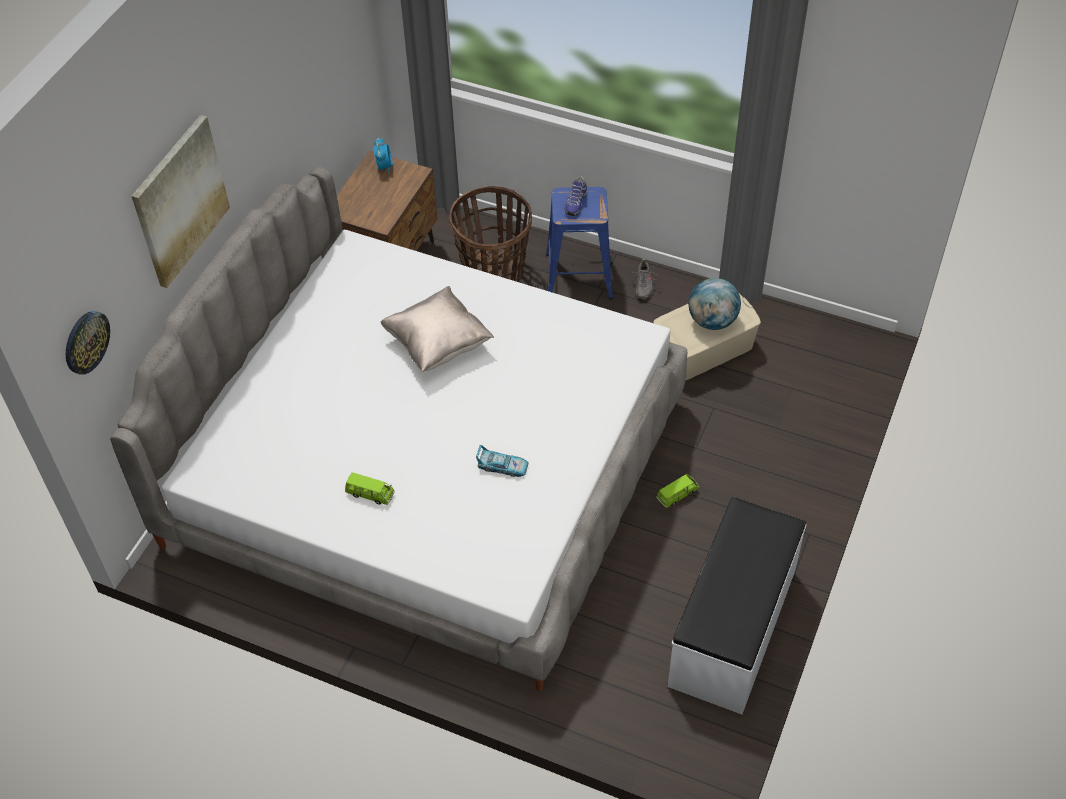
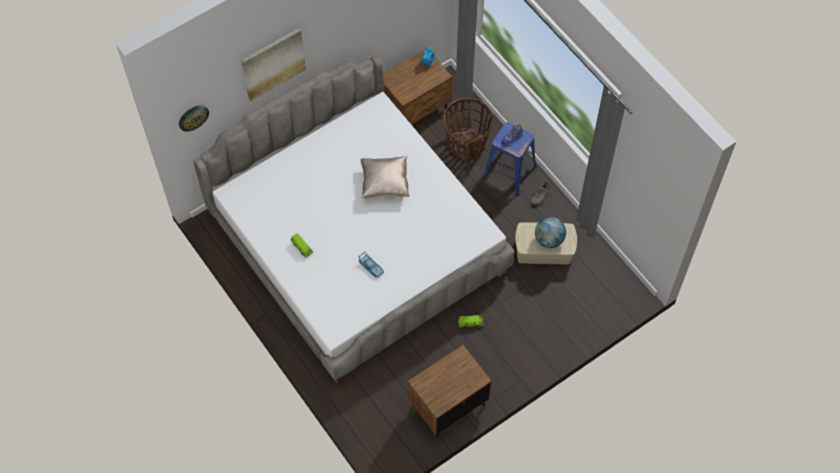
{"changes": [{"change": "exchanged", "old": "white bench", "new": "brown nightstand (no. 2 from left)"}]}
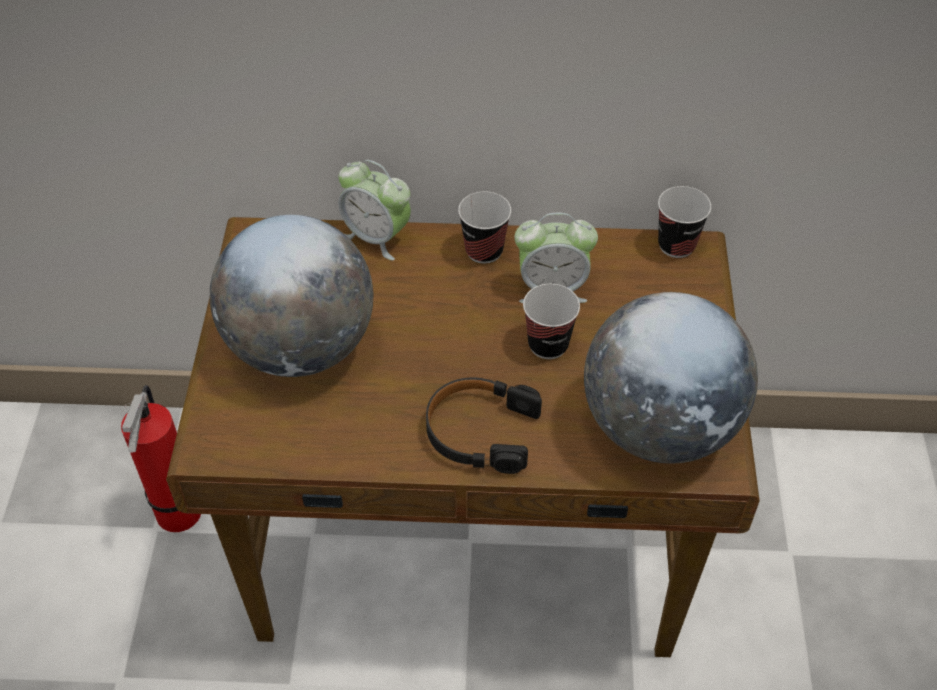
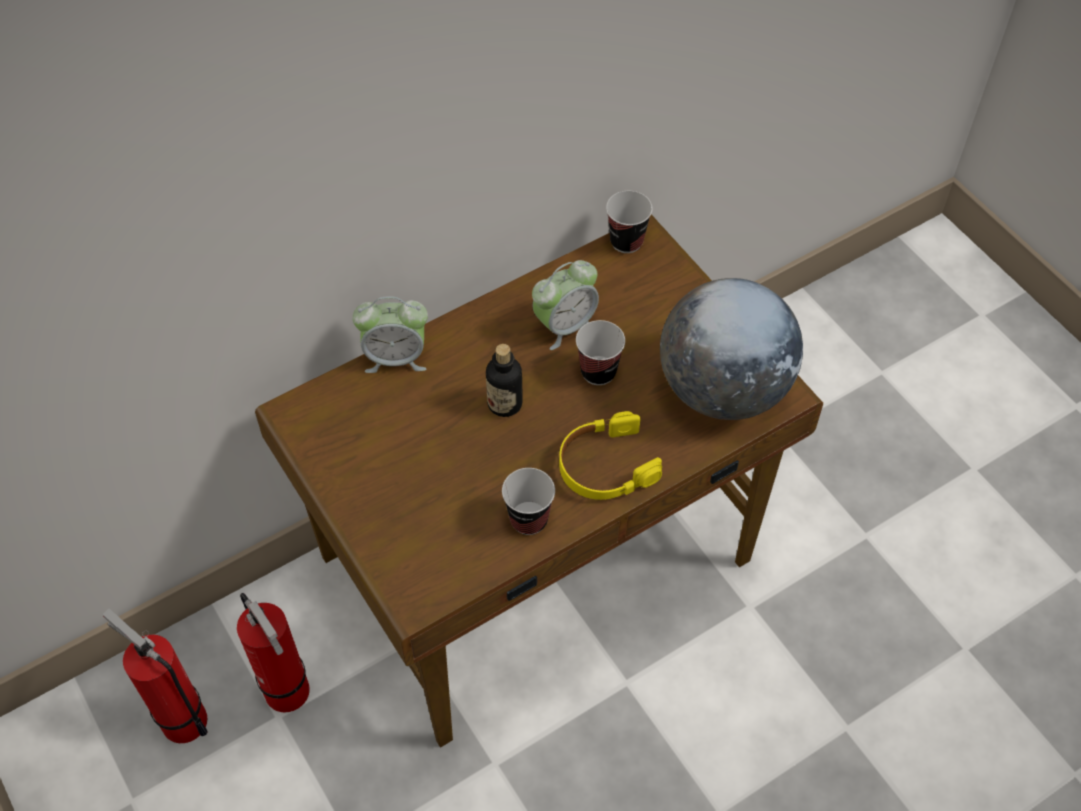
{"changes": [{"change": "missing", "old": "globe (no. 1 from left)"}, {"change": "appeared", "new": "fire extinguisher (no. 1 from left)"}, {"change": "appeared", "new": "bottle"}, {"change": "relocated", "old": "cup (no. 1 from left)"}, {"change": "colour", "old": "black headphones", "new": "yellow headphones"}]}
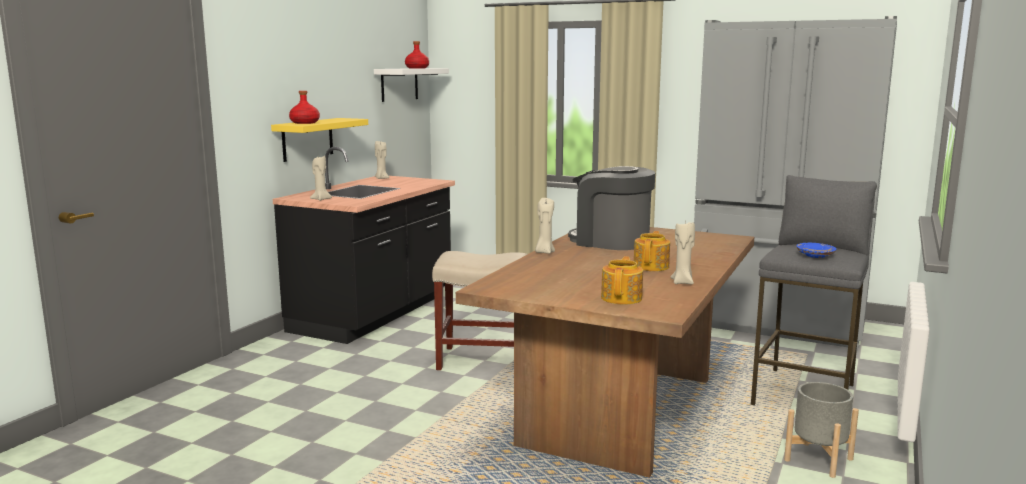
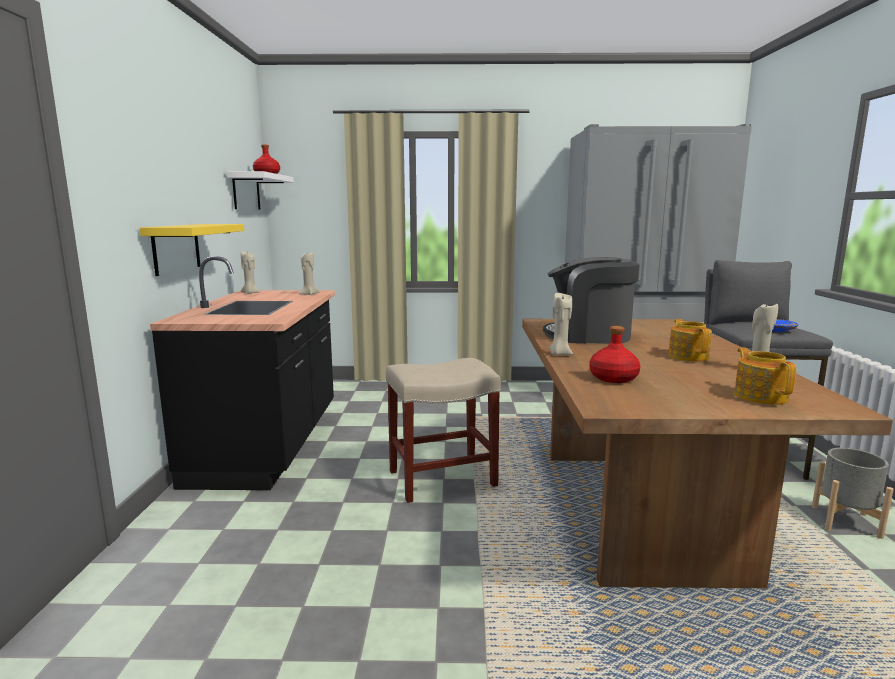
{"changes": [{"change": "relocated", "old": "red bottle (no. 1 from left in the first image)", "new": "red bottle (no. 2 from left)"}, {"change": "relocated", "old": "beige candle (no. 1 from left in the first image)", "new": "beige candle (no. 2 from left)"}]}
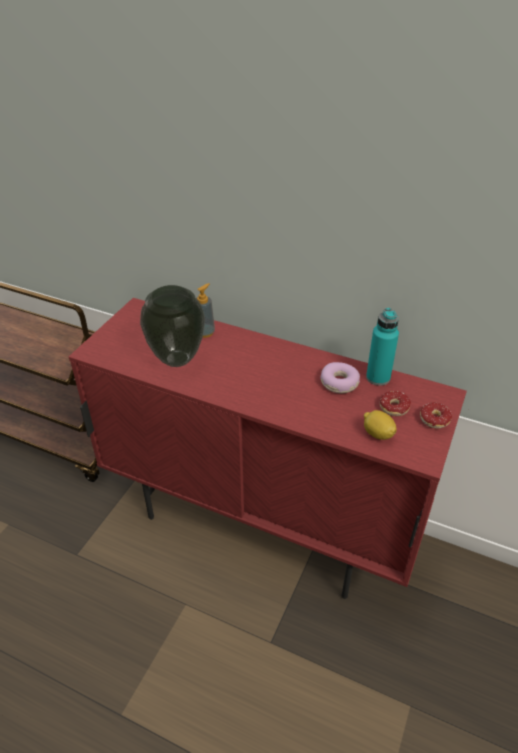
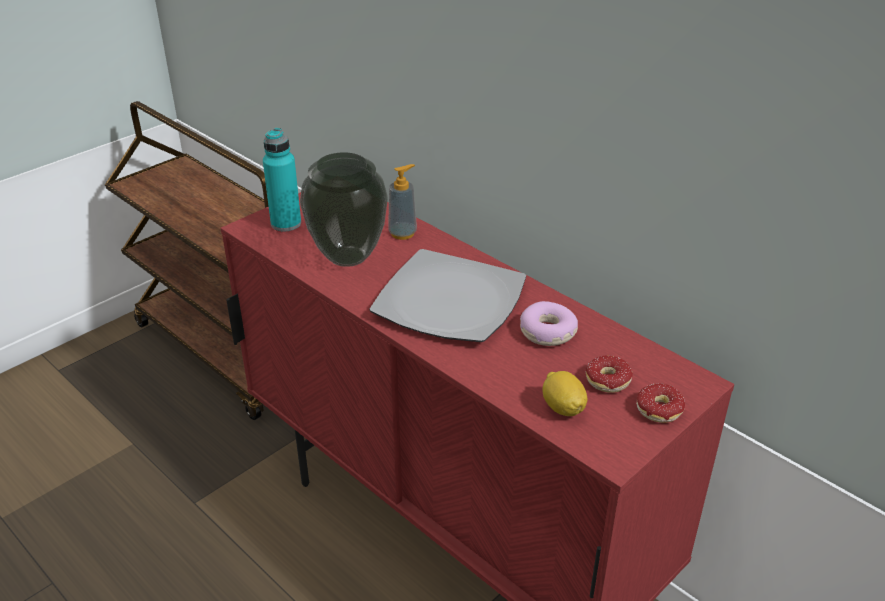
{"changes": [{"change": "appeared", "new": "plate"}, {"change": "relocated", "old": "turquoise bottle"}]}
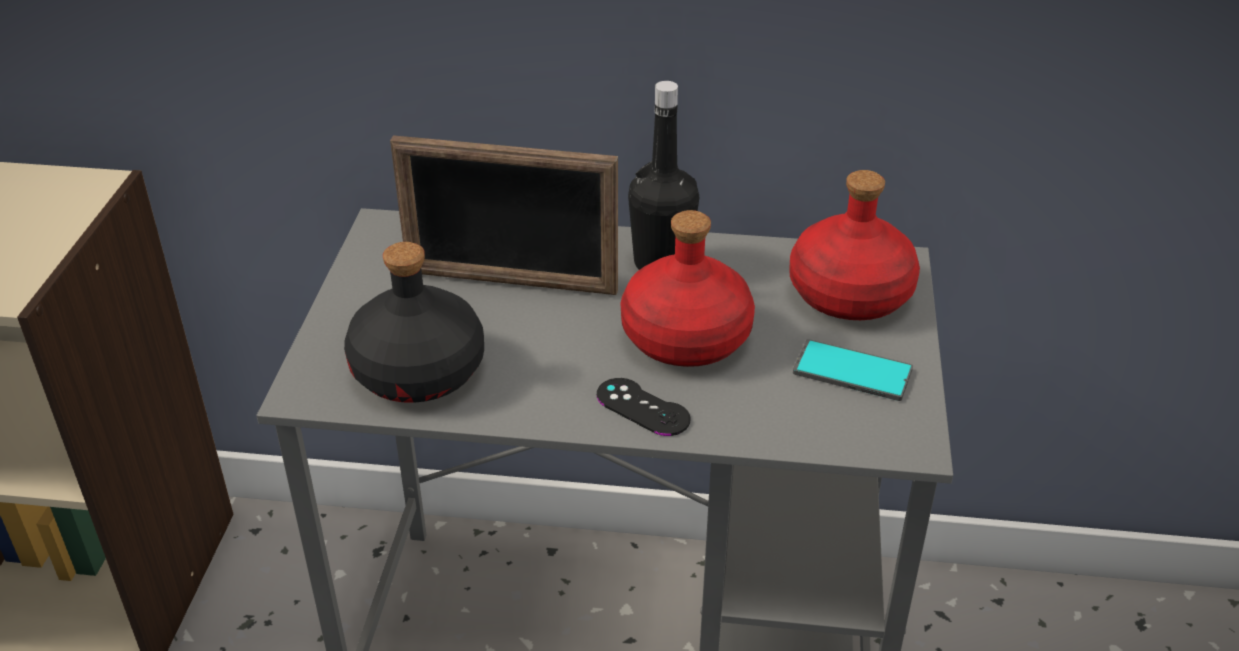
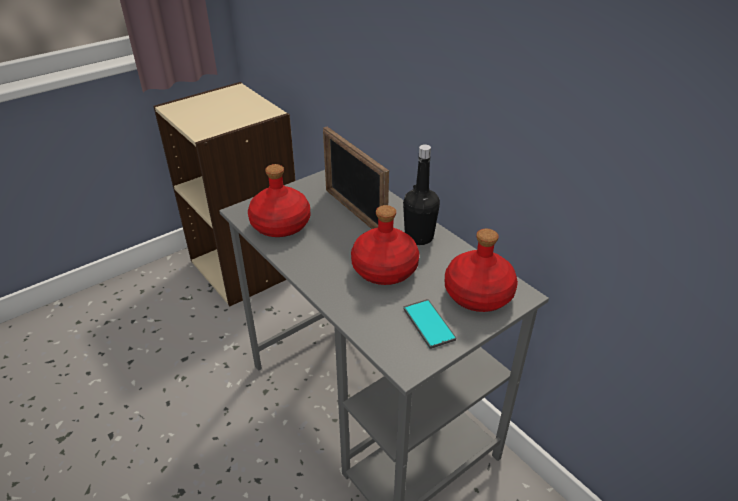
{"changes": [{"change": "missing", "old": "black game controller"}, {"change": "colour", "old": "black bottle (no. 1 from left)", "new": "red bottle (no. 1 from left)"}]}
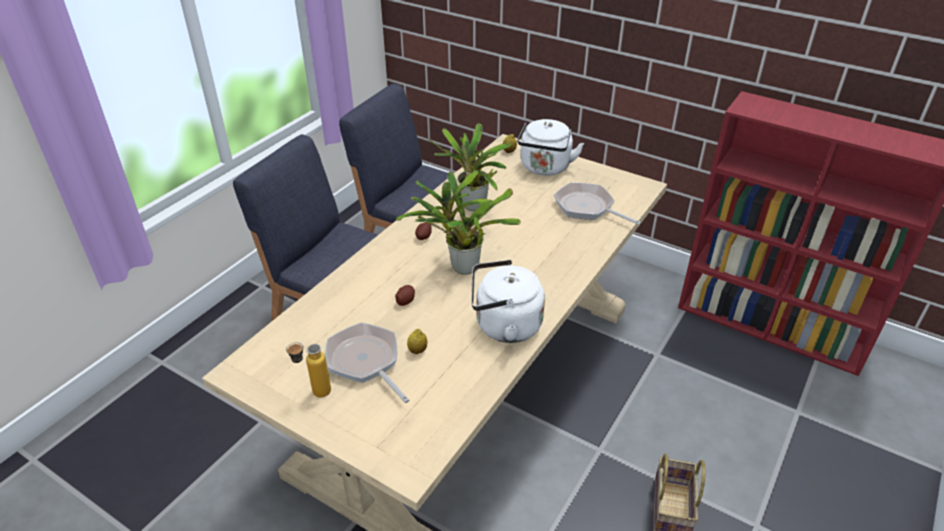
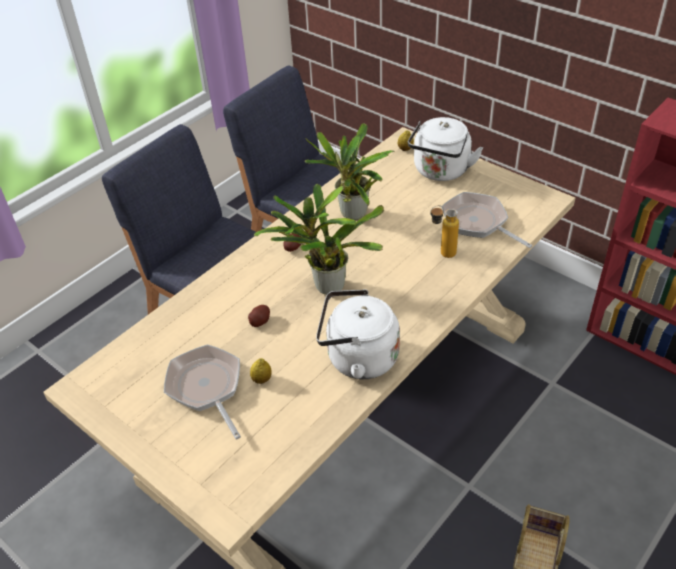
{"changes": [{"change": "relocated", "old": "bottle"}]}
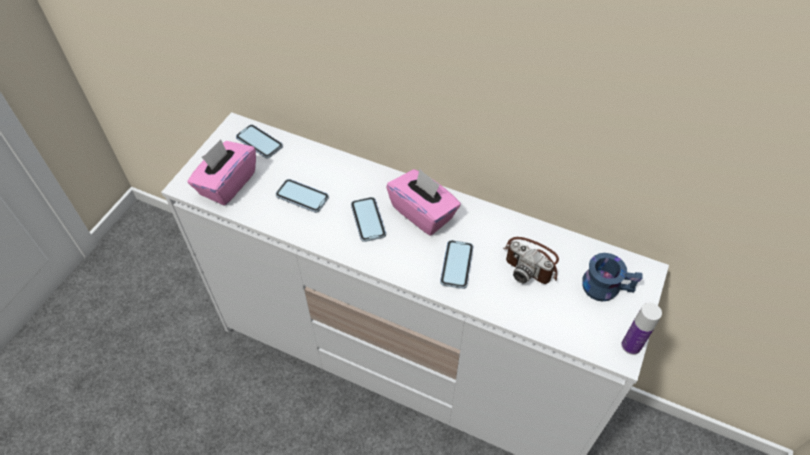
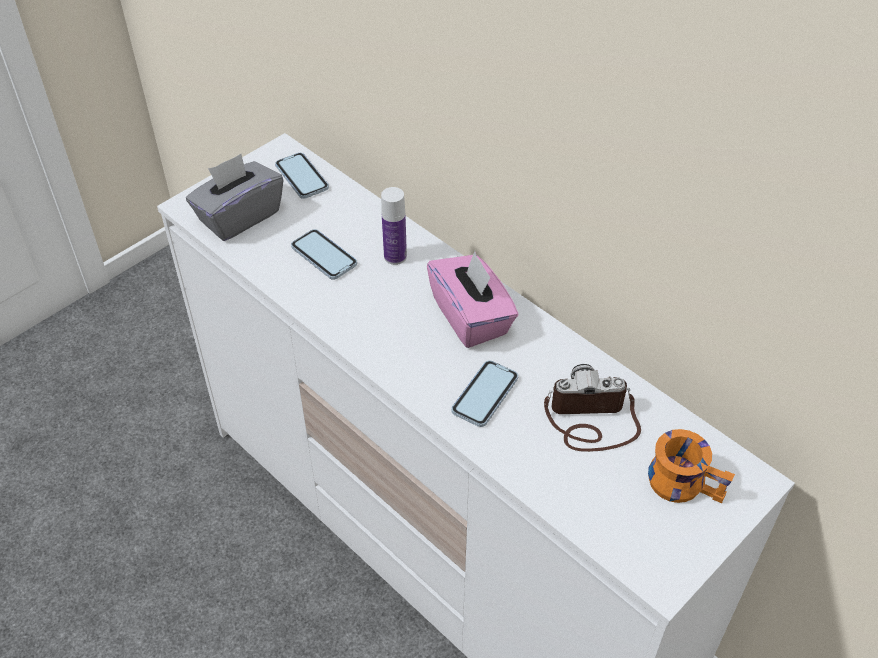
{"changes": [{"change": "missing", "old": "phone (no. 3 from left)"}, {"change": "relocated", "old": "bottle"}, {"change": "colour", "old": "pink tissue box (no. 1 from left)", "new": "grey tissue box"}, {"change": "colour", "old": "blue mug", "new": "orange mug"}, {"change": "spun", "old": "photo camera", "degrees": 120}]}
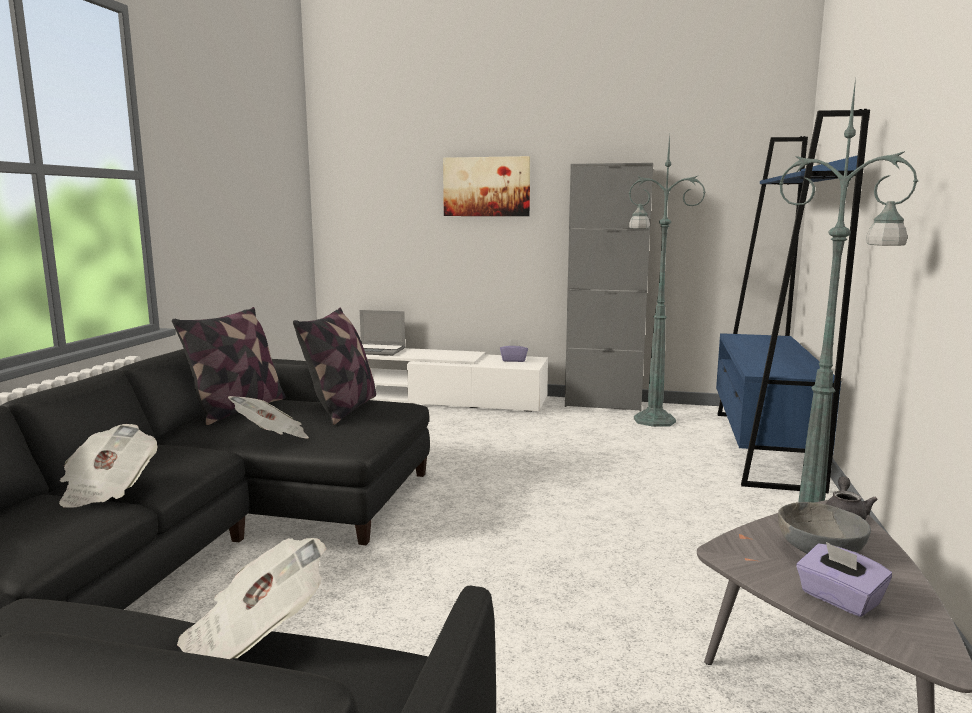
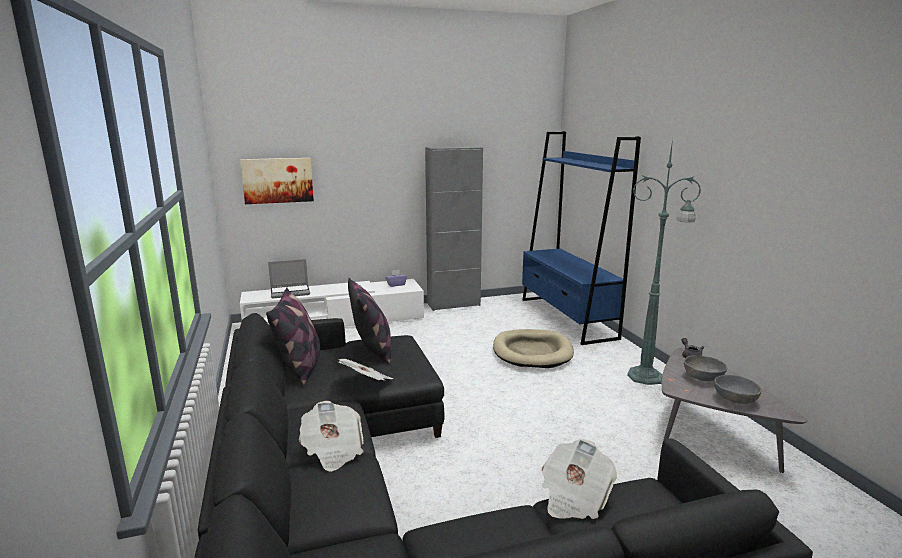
{"changes": [{"change": "missing", "old": "green floor lamp (no. 1 from left)"}, {"change": "appeared", "new": "beige dog bed"}, {"change": "relocated", "old": "picture"}, {"change": "exchanged", "old": "purple tissue box (no. 2 from left)", "new": "grey bowl (no. 2 from left)"}]}
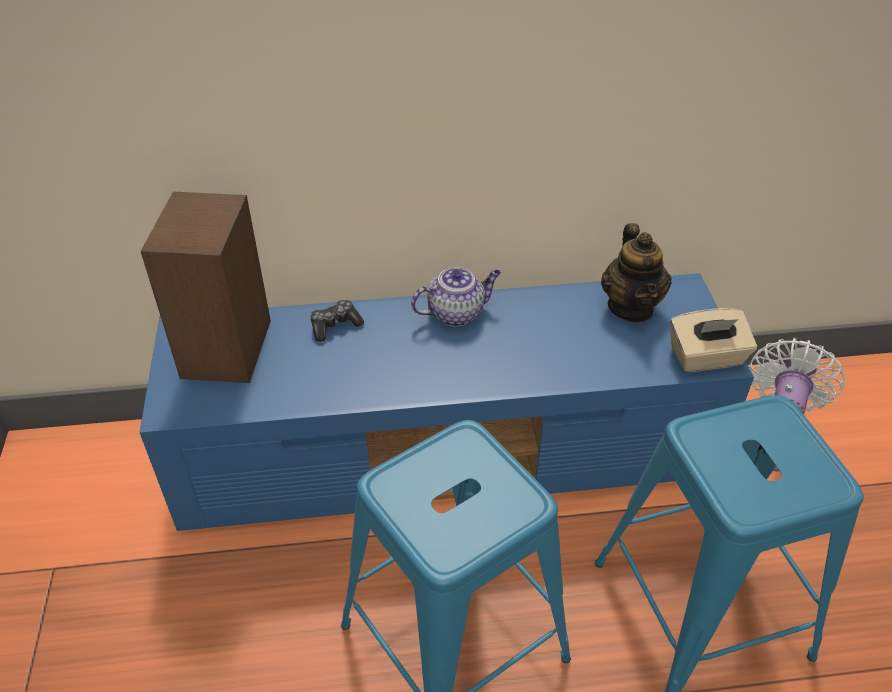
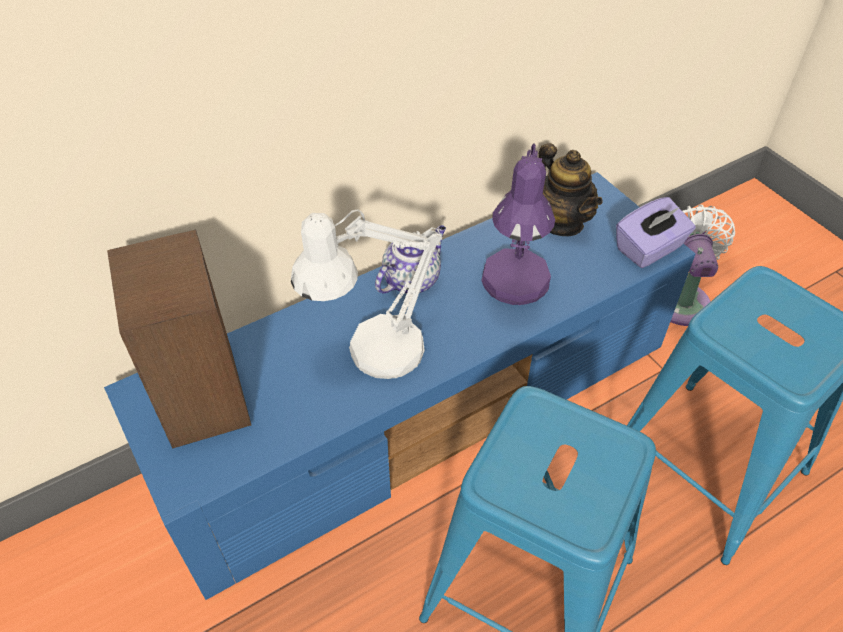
{"changes": [{"change": "missing", "old": "game controller"}, {"change": "appeared", "new": "white table lamp"}, {"change": "appeared", "new": "purple table lamp"}, {"change": "colour", "old": "beige tissue box", "new": "purple tissue box"}]}
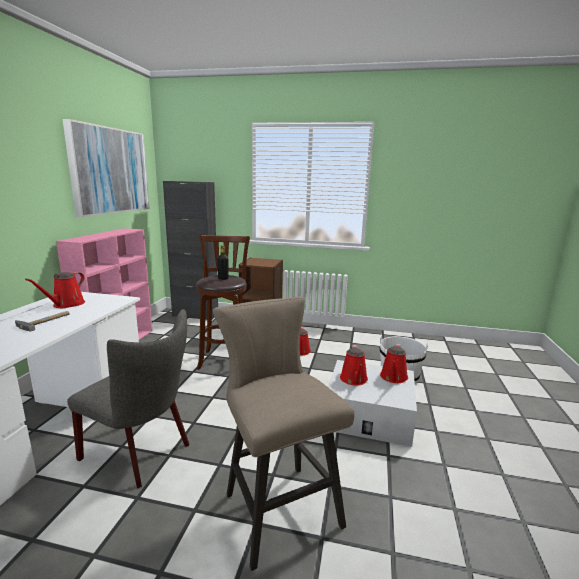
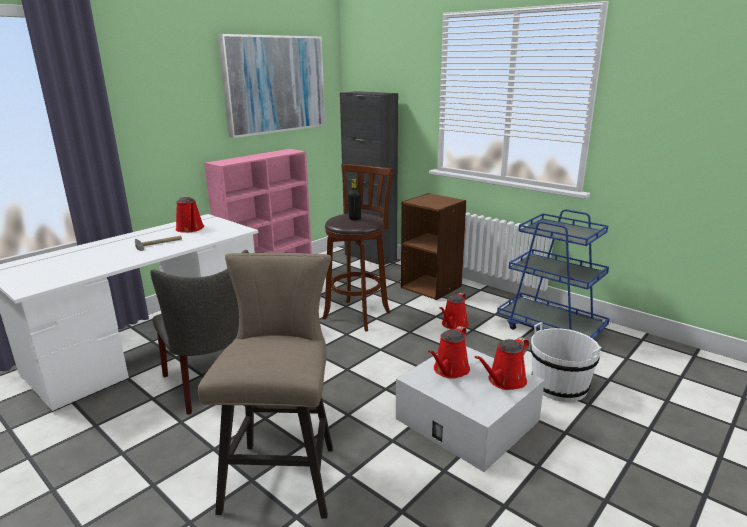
{"changes": [{"change": "appeared", "new": "blue cart"}, {"change": "spun", "old": "red watering can (no. 1 from left)", "degrees": -75}]}
